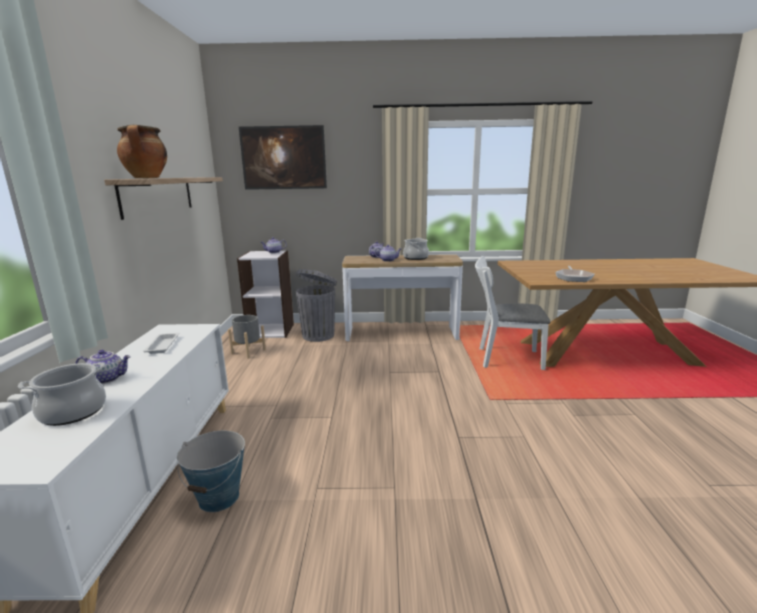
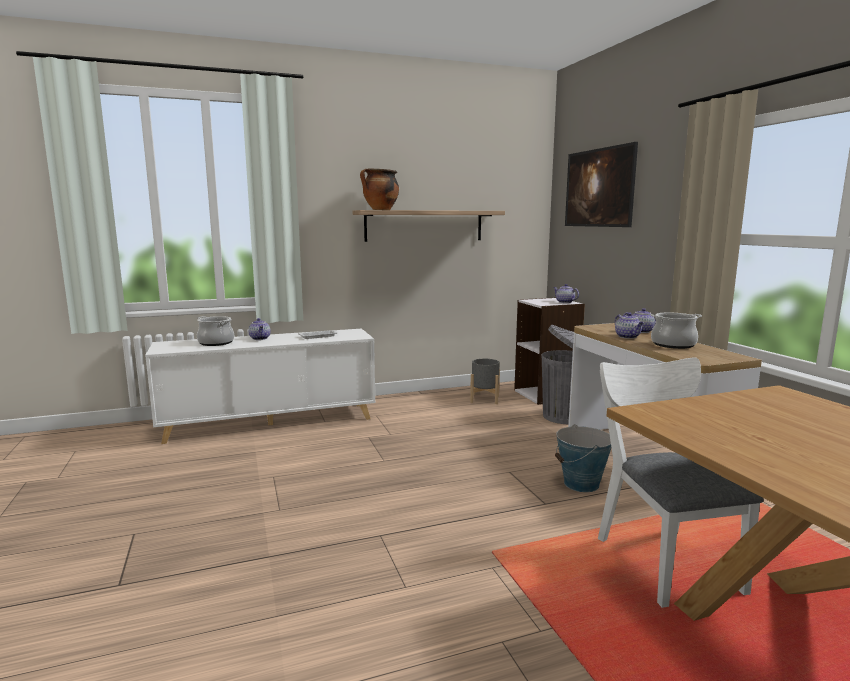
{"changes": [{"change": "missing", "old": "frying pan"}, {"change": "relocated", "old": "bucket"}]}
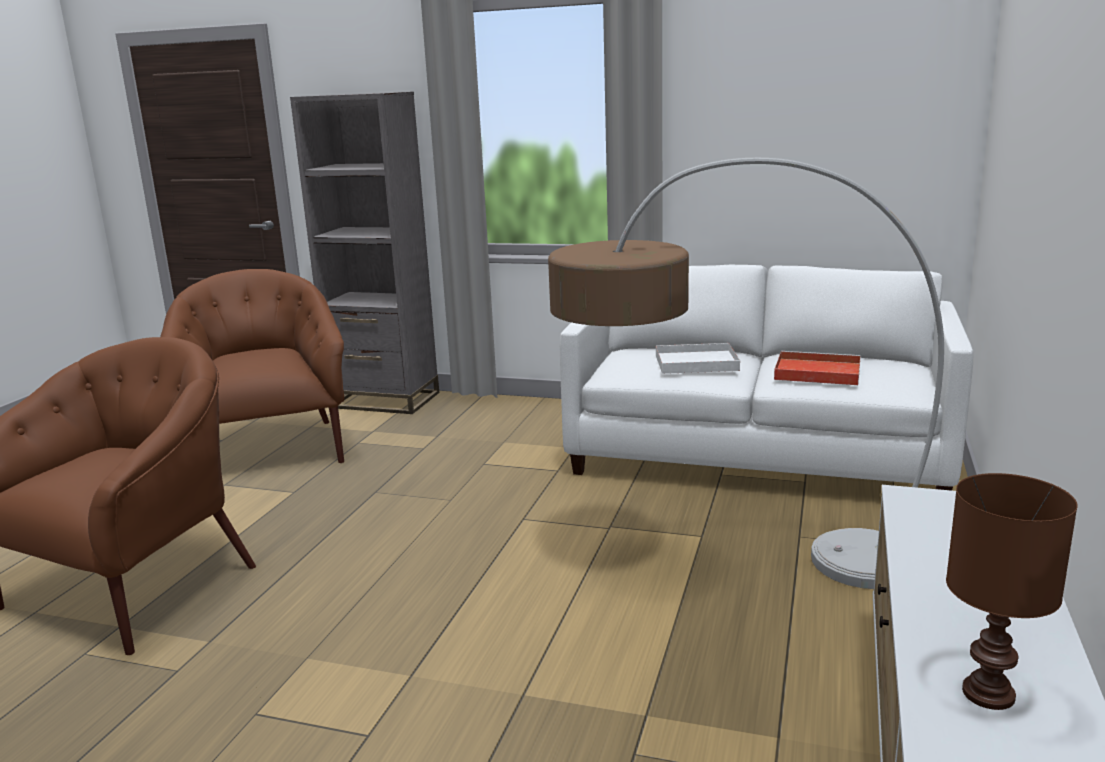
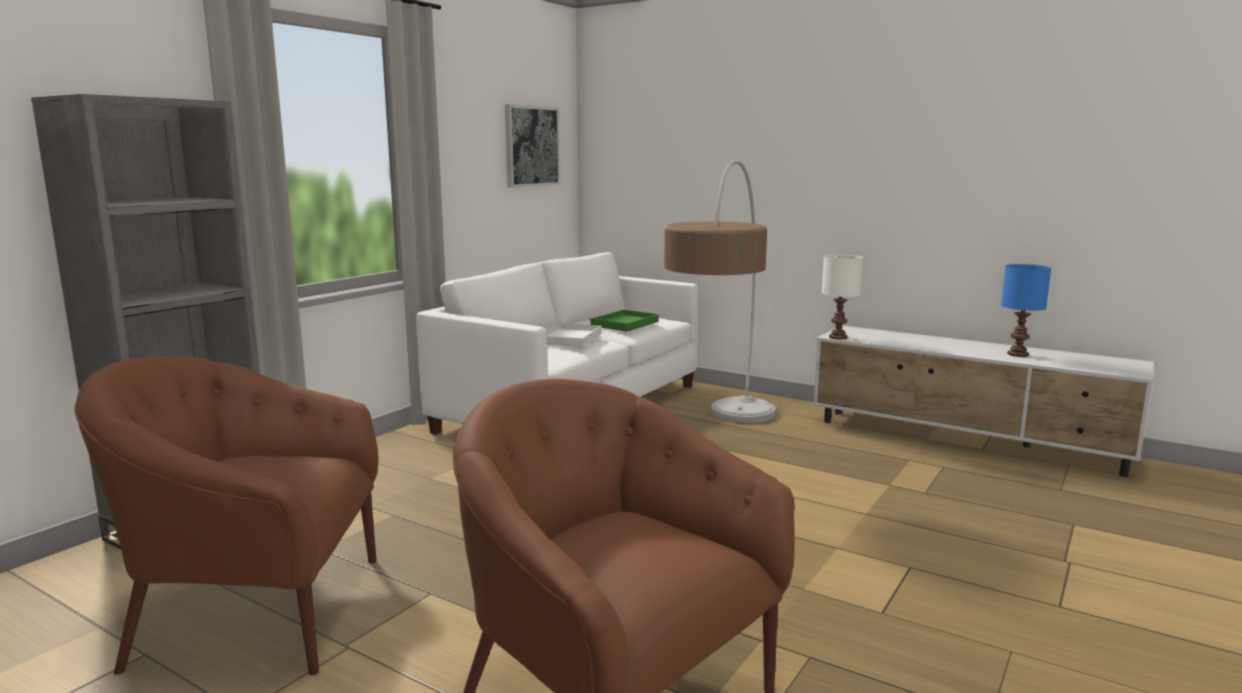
{"changes": [{"change": "appeared", "new": "picture"}, {"change": "appeared", "new": "white table lamp"}, {"change": "colour", "old": "red tray", "new": "green tray"}, {"change": "colour", "old": "brown table lamp", "new": "blue table lamp"}]}
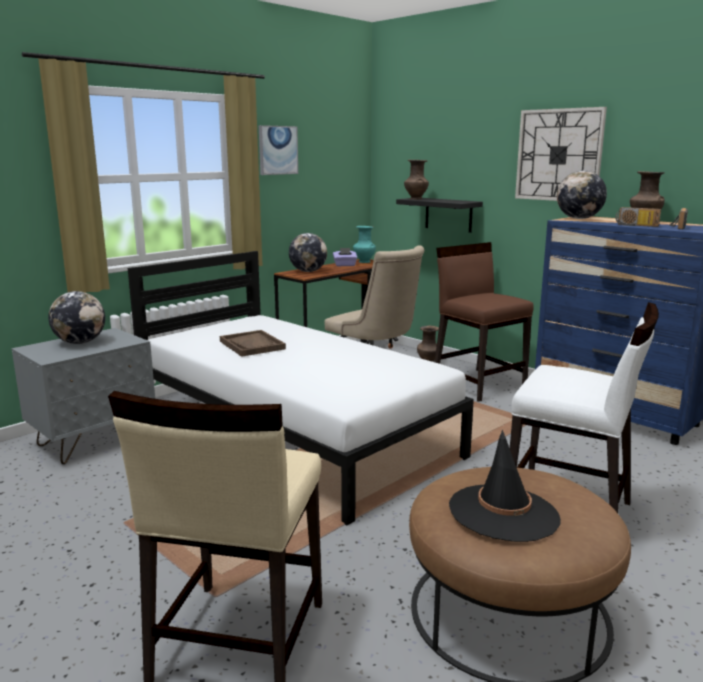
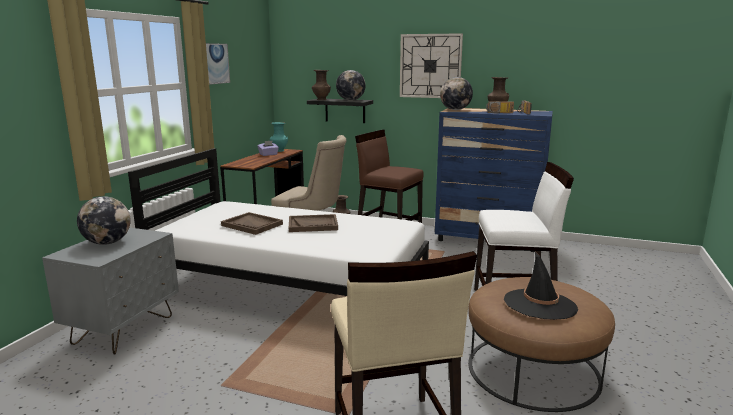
{"changes": [{"change": "appeared", "new": "brown tray (no. 2 from left)"}, {"change": "relocated", "old": "globe (no. 2 from left)"}]}
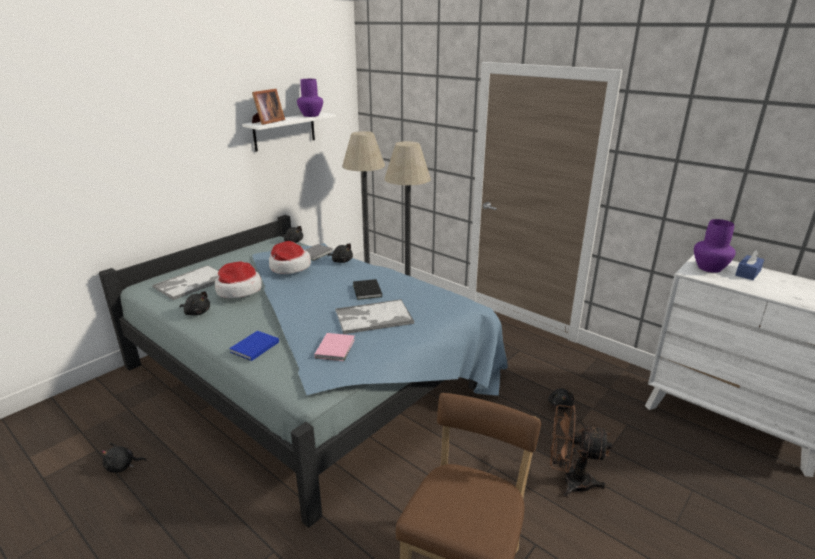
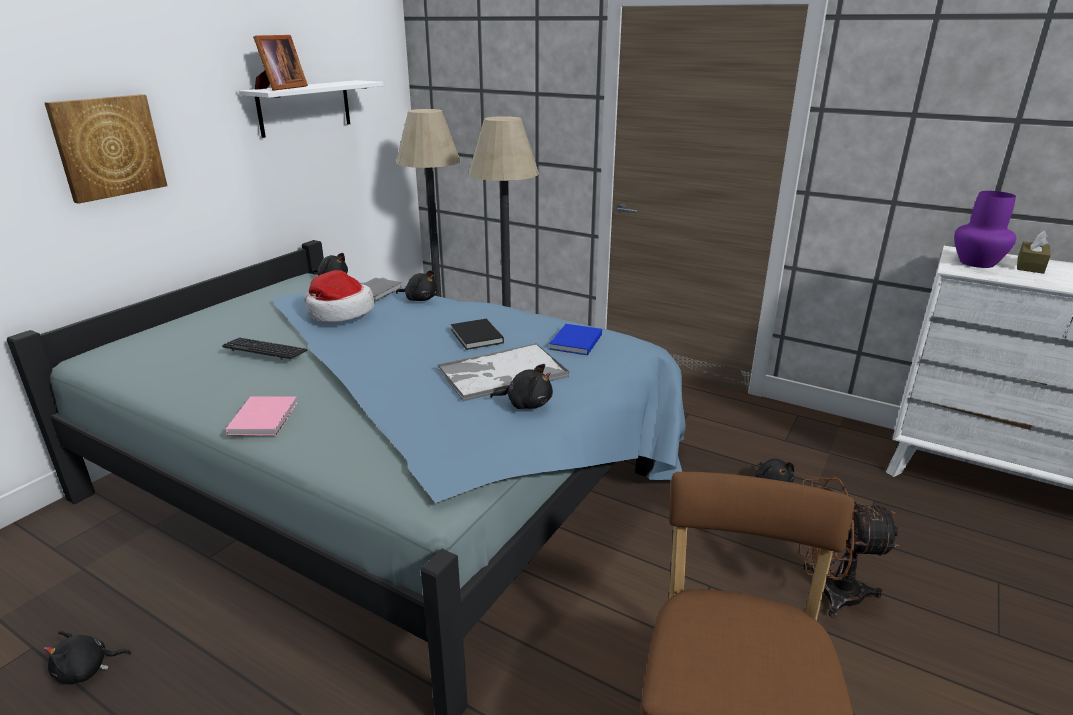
{"changes": [{"change": "missing", "old": "tray (no. 1 from left)"}, {"change": "missing", "old": "purple vase (no. 1 from left)"}, {"change": "appeared", "new": "picture"}, {"change": "relocated", "old": "black plush toy (no. 2 from left in the first image)", "new": "black plush toy (no. 4 from left)"}, {"change": "relocated", "old": "blue book"}, {"change": "relocated", "old": "pink book"}, {"change": "exchanged", "old": "hat (no. 1 from left)", "new": "keyboard"}, {"change": "colour", "old": "blue tissue box", "new": "brown tissue box"}]}
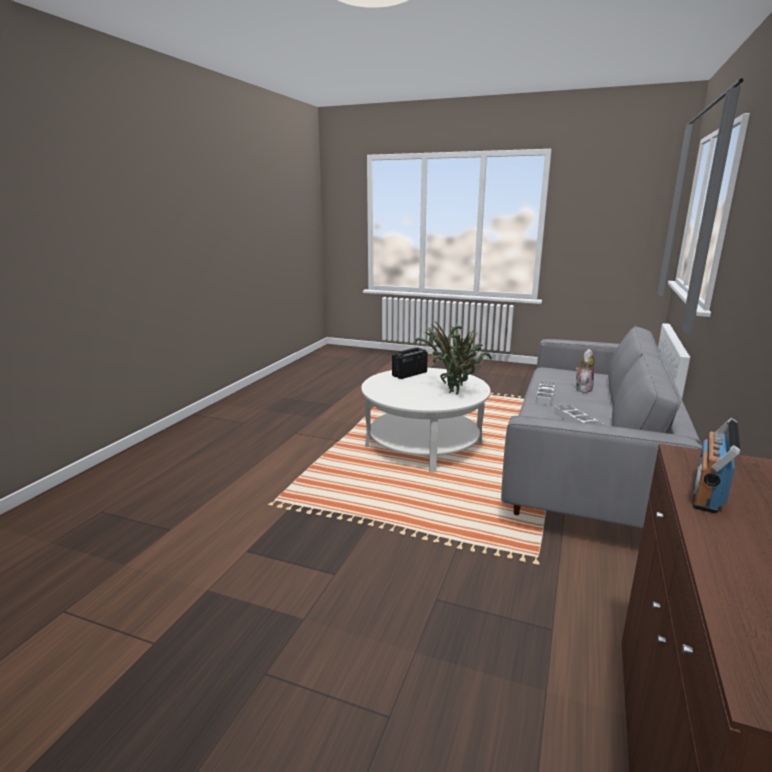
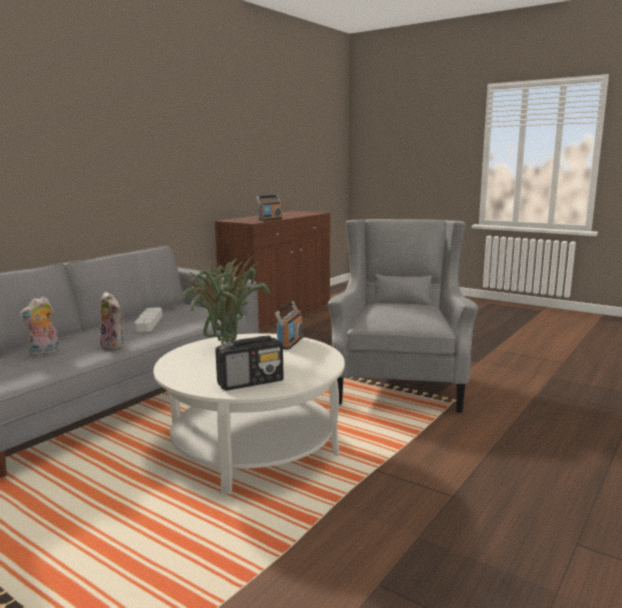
{"changes": [{"change": "appeared", "new": "radio (no. 3 from left)"}, {"change": "appeared", "new": "grey armchair"}, {"change": "exchanged", "old": "grey tray (no. 1 from left)", "new": "plush toy (no. 2 from left)"}]}
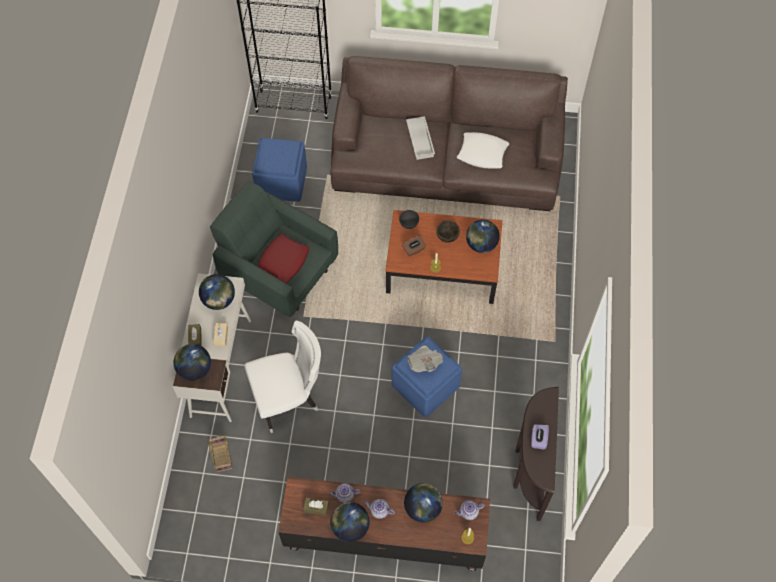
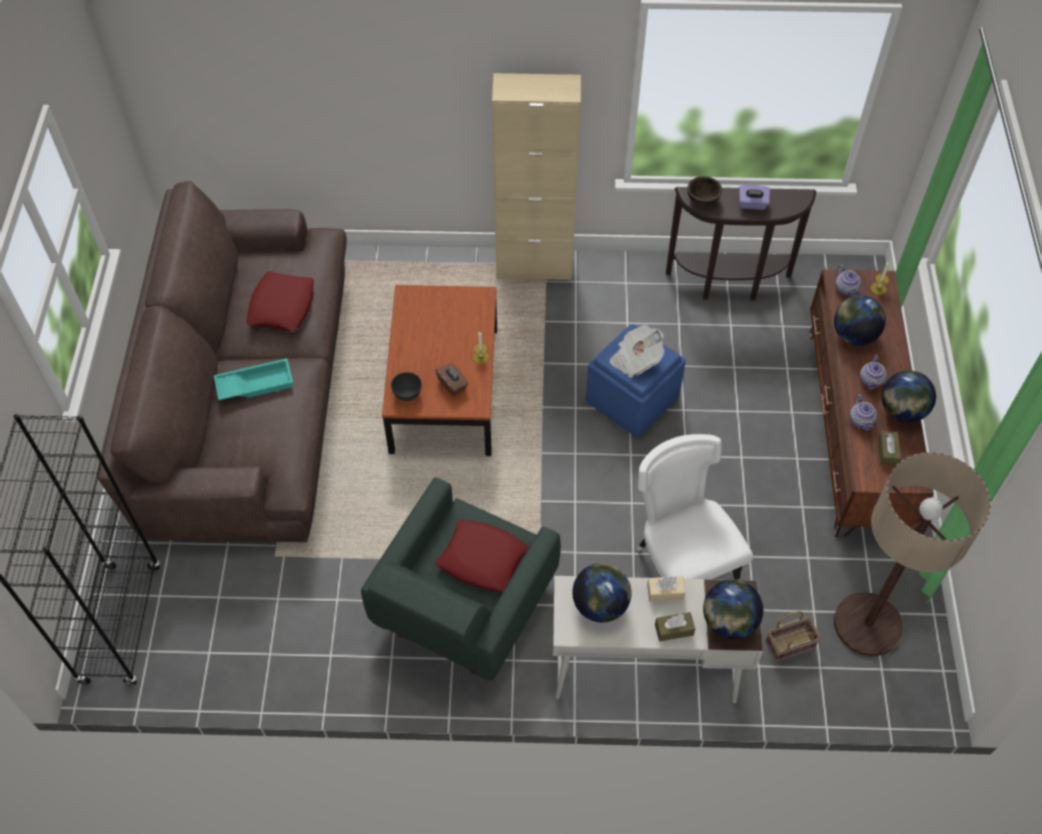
{"changes": [{"change": "missing", "old": "blue ottoman (no. 1 from left)"}, {"change": "missing", "old": "globe (no. 5 from left)"}, {"change": "appeared", "new": "beige cabinet"}, {"change": "appeared", "new": "floor lamp"}, {"change": "relocated", "old": "brown bowl"}, {"change": "colour", "old": "white tray", "new": "turquoise tray"}, {"change": "colour", "old": "white pillow", "new": "red pillow (no. 1 from left)"}]}
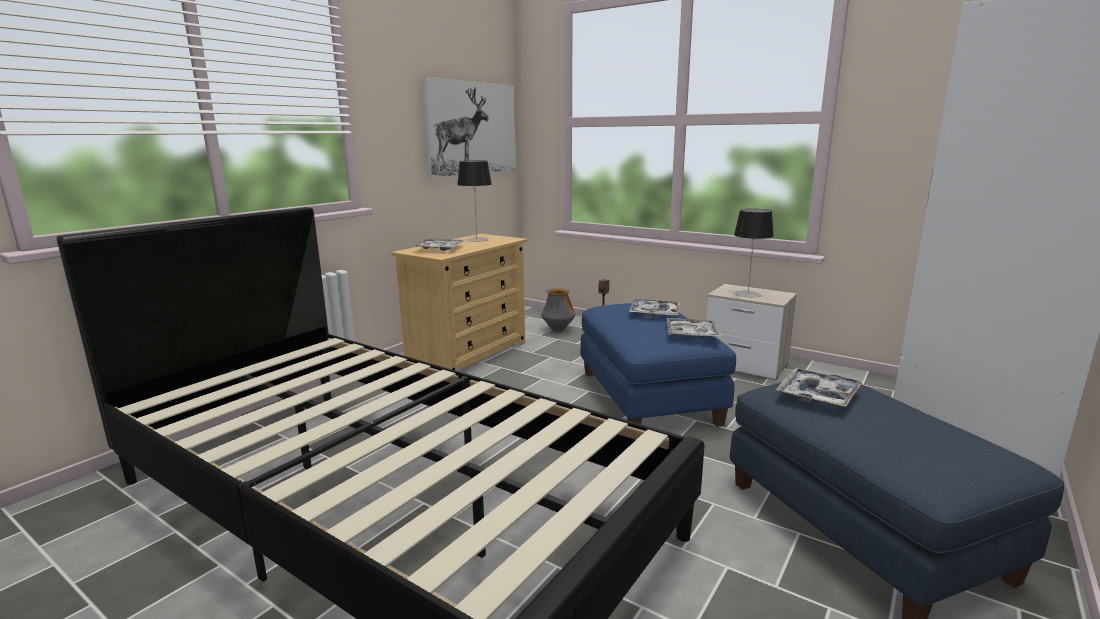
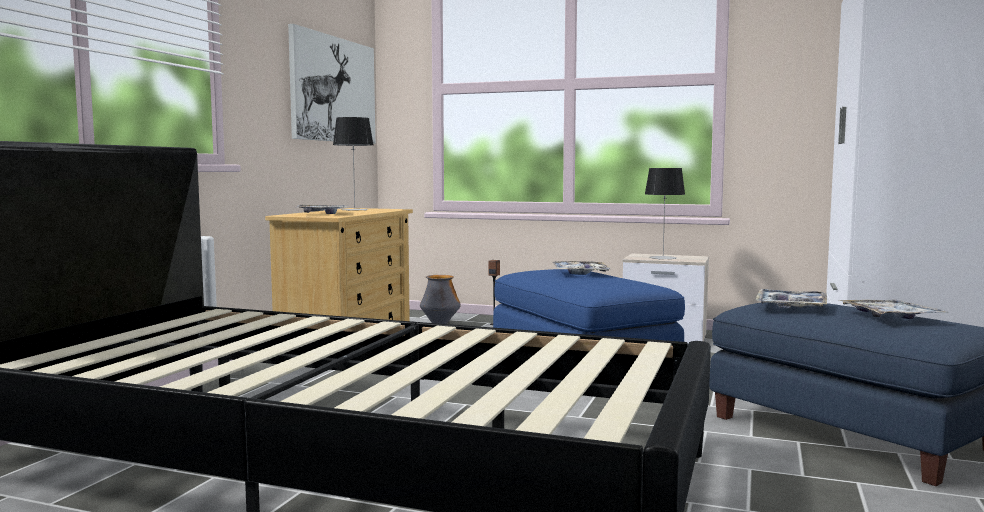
{"changes": [{"change": "relocated", "old": "tray (no. 3 from left in the first image)", "new": "tray (no. 4 from left)"}]}
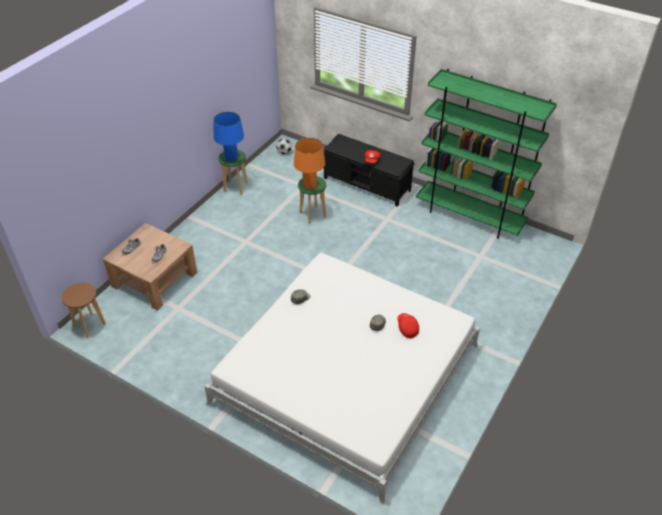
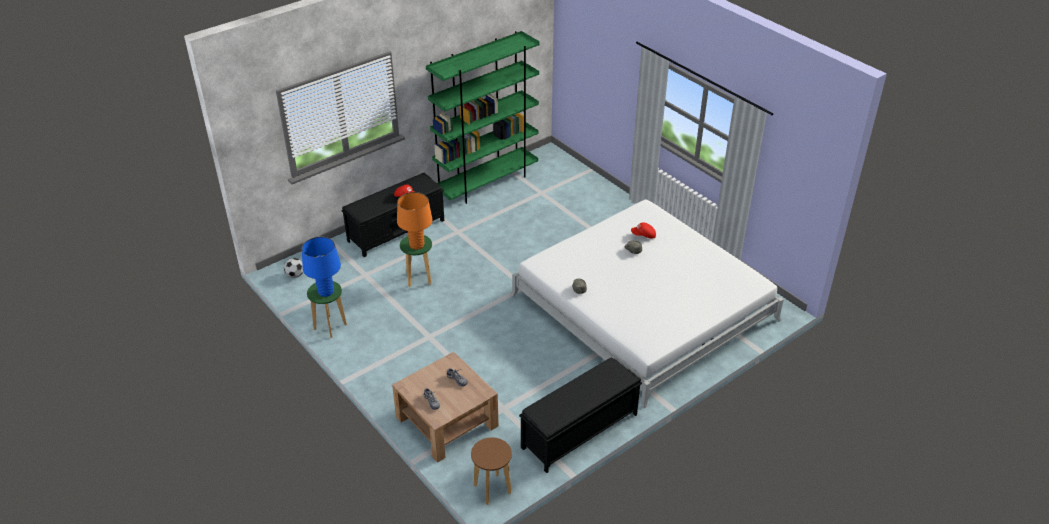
{"changes": [{"change": "appeared", "new": "black bench (no. 2 from left)"}]}
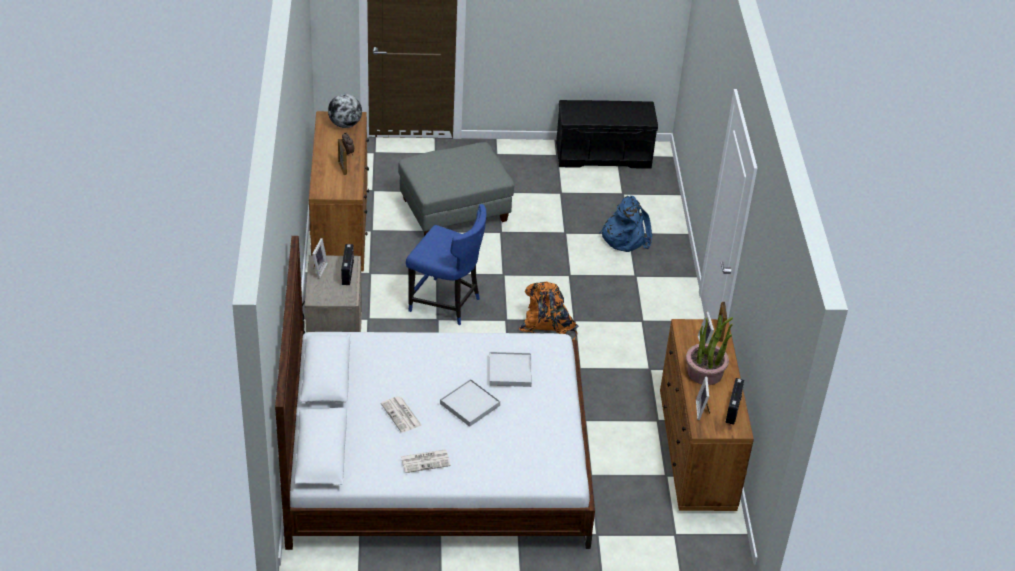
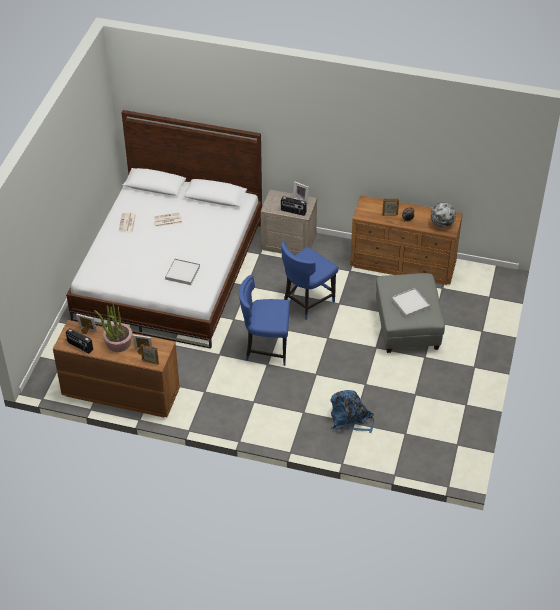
{"changes": [{"change": "missing", "old": "black bench"}, {"change": "relocated", "old": "white tray (no. 1 from left in the first image)", "new": "white tray (no. 2 from left)"}, {"change": "exchanged", "old": "orange backpack", "new": "blue chair (no. 1 from left)"}]}
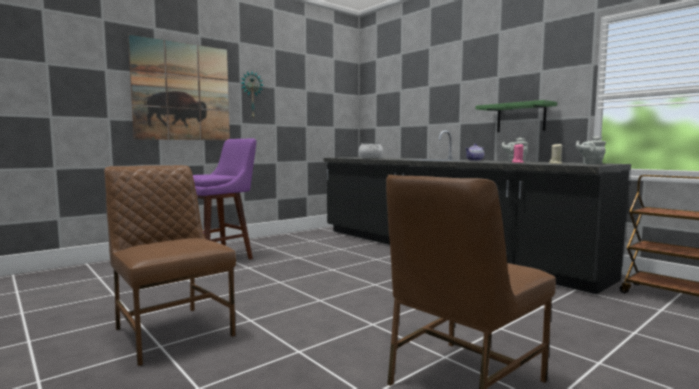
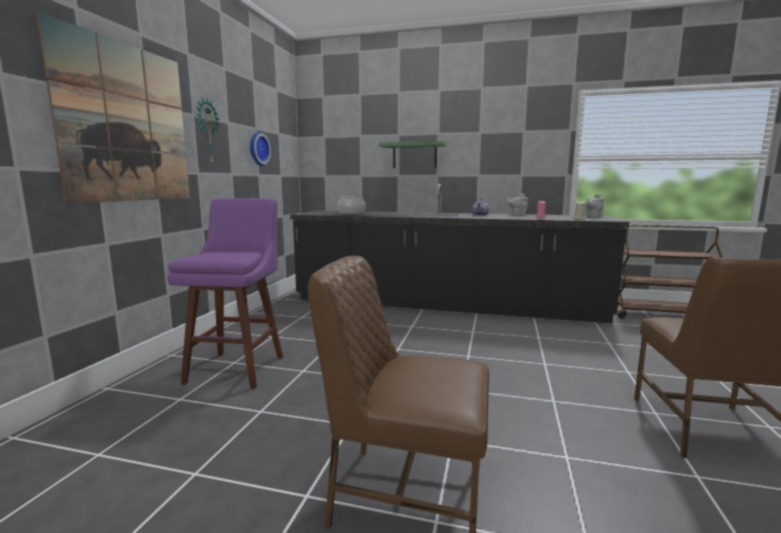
{"changes": [{"change": "appeared", "new": "wall clock (no. 2 from left)"}, {"change": "relocated", "old": "green shelf"}]}
